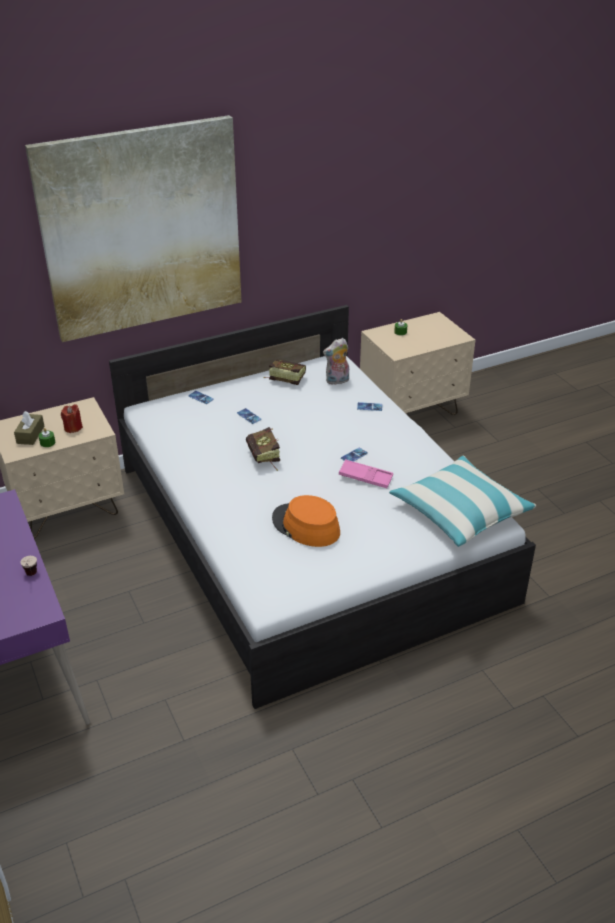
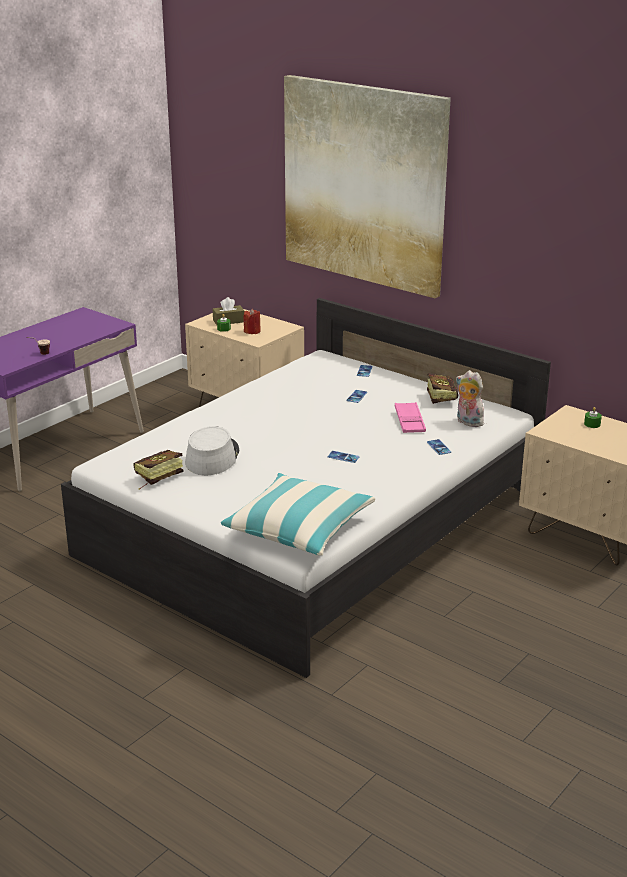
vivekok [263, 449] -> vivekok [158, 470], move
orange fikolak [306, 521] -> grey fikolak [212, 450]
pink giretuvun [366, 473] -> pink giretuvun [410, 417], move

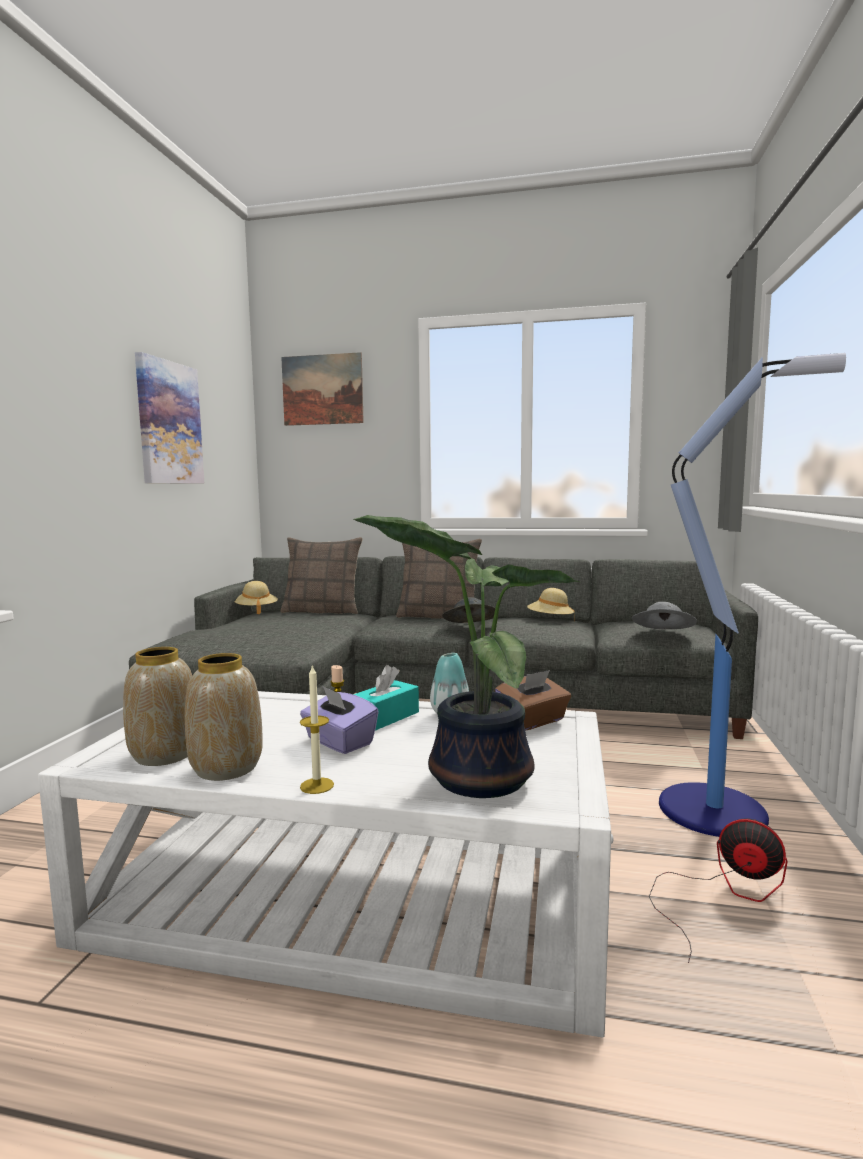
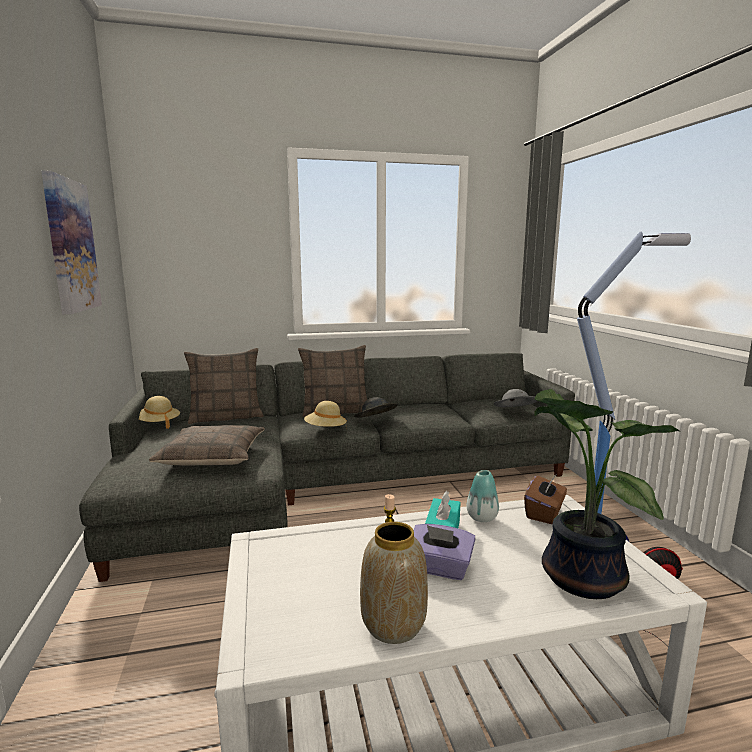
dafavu [157, 706] -> none
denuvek [322, 389] -> none
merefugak [317, 729] -> none
beige fikolak [551, 605] -> beige fikolak [325, 414], move
none -> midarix [207, 445]

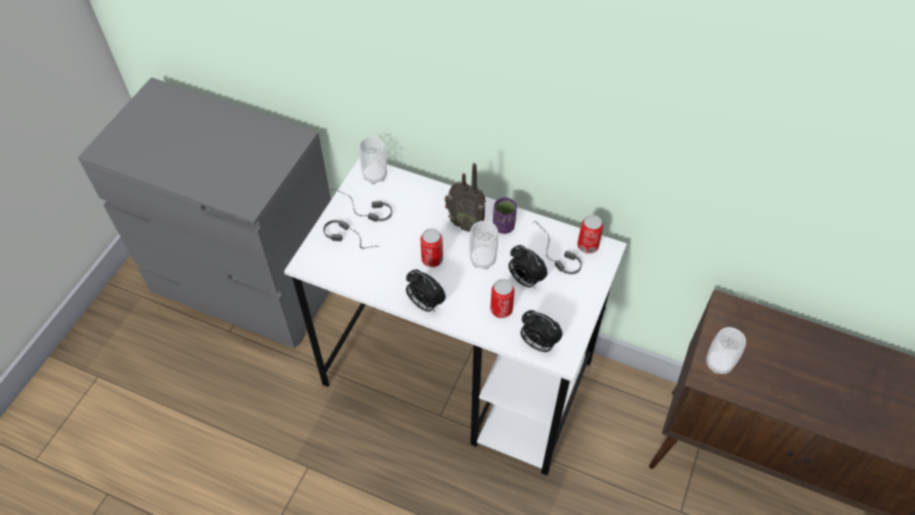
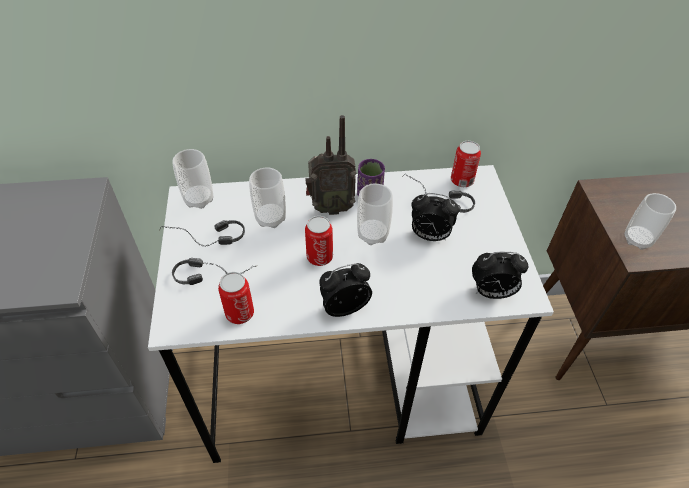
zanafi [426, 290] -> zanafi [345, 290], 150 degrees clockwise
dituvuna [502, 298] -> dituvuna [236, 298], move
none -> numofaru [267, 197]

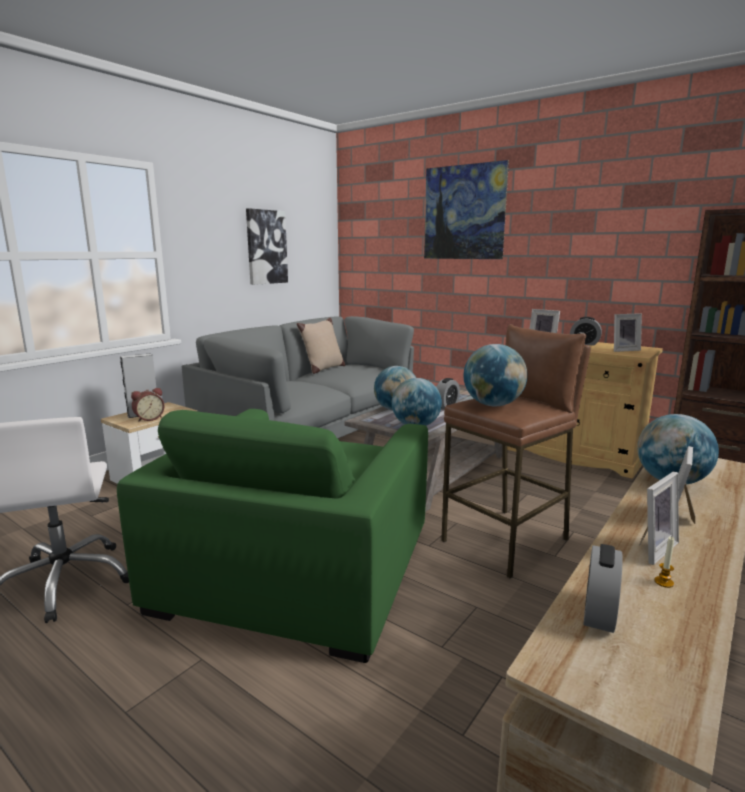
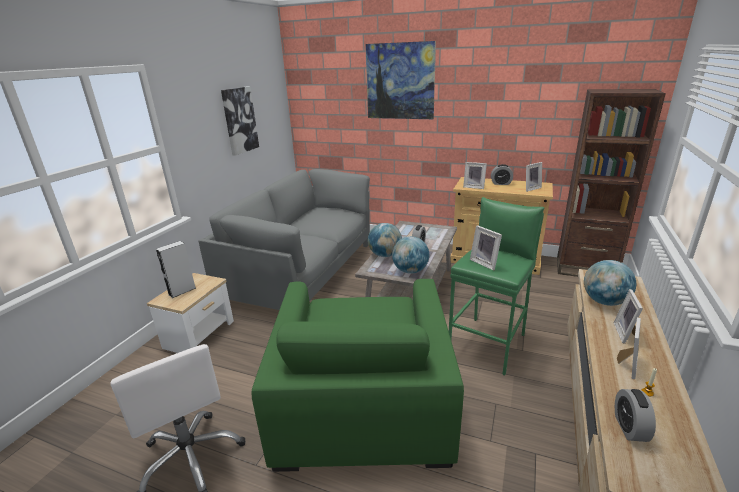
zanafi [148, 405] -> none
beige midarix [321, 346] -> none
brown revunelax [516, 451] -> green revunelax [496, 286]
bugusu [495, 375] -> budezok [486, 248]

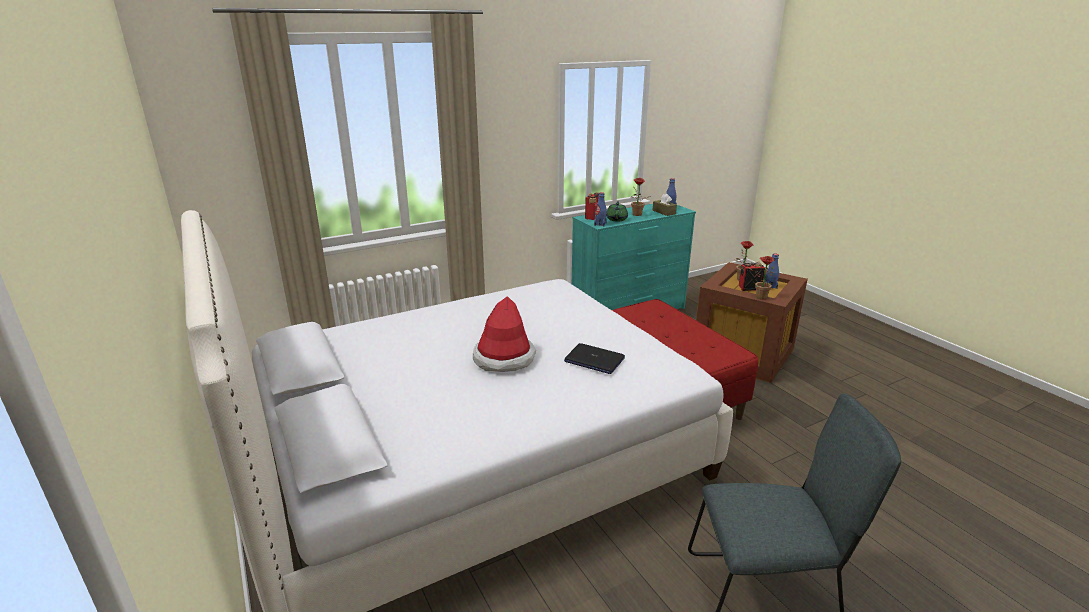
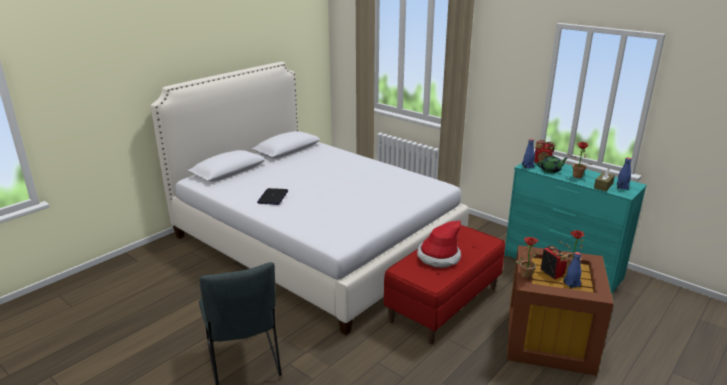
fikolak [504, 334] -> fikolak [439, 244], move
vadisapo [594, 358] -> vadisapo [272, 196], move

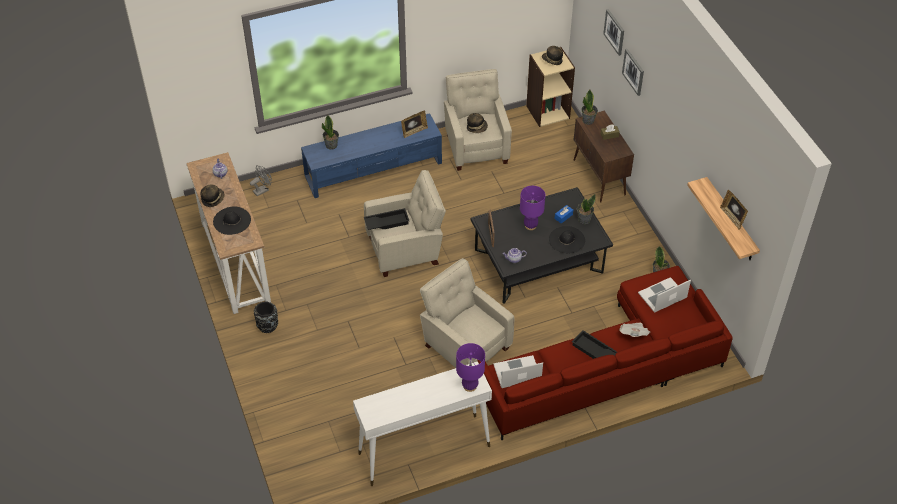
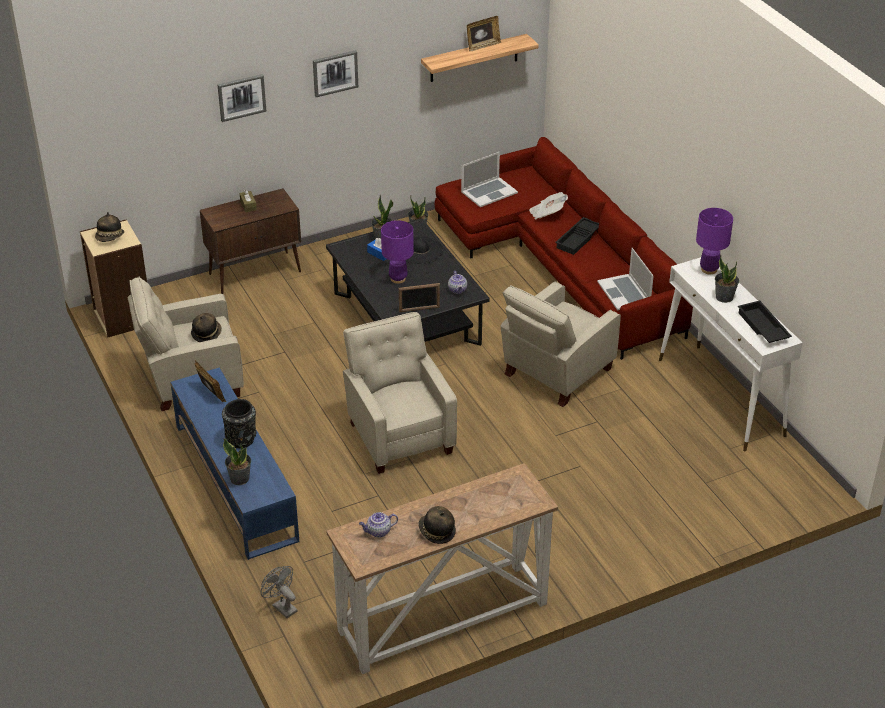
black fikolak [232, 220] -> none
black dafavu [266, 317] -> black dafavu [239, 423], move
black giretuvun [386, 219] -> black giretuvun [765, 322], move
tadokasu [589, 107] -> tadokasu [727, 279], move
denuvek [613, 32] -> denuvek [335, 73], move
vadisapo [664, 295] -> vadisapo [489, 179], 90 degrees counterclockwise

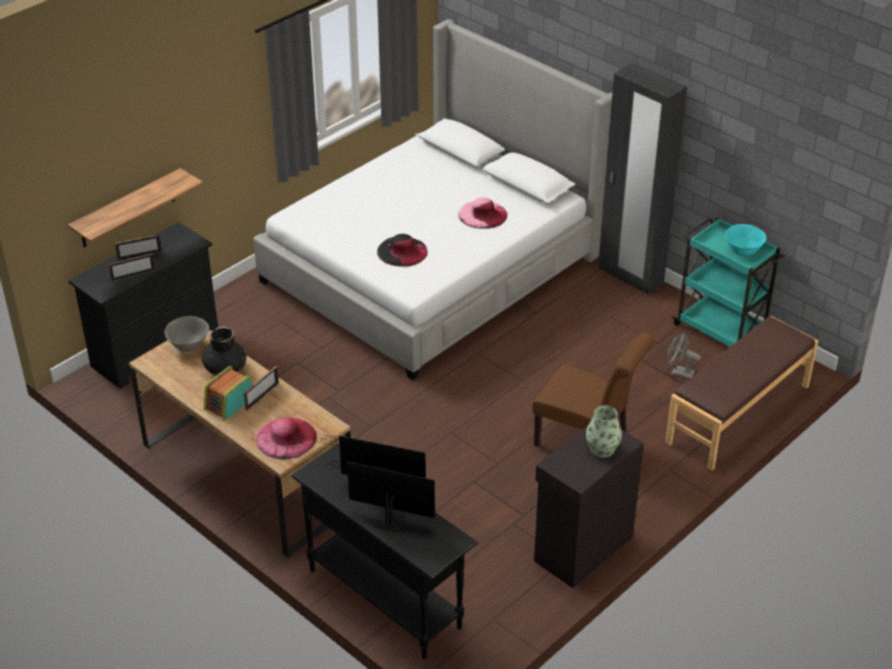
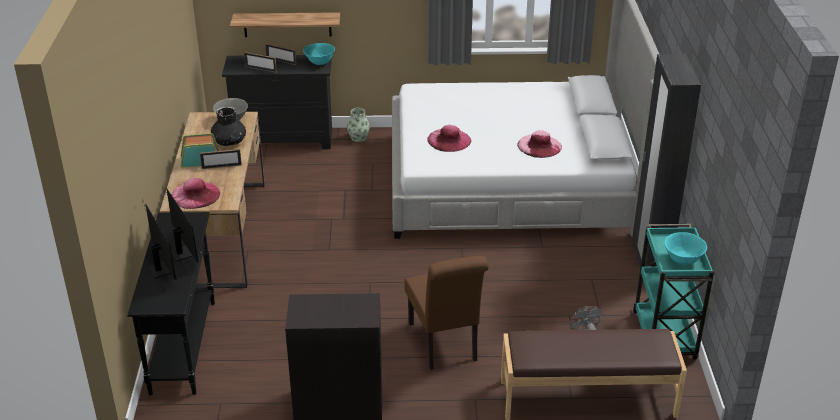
black fikolak [402, 250] -> pink fikolak [449, 138]
dafavu [604, 431] -> dafavu [358, 125], move
none -> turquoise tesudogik [319, 54]

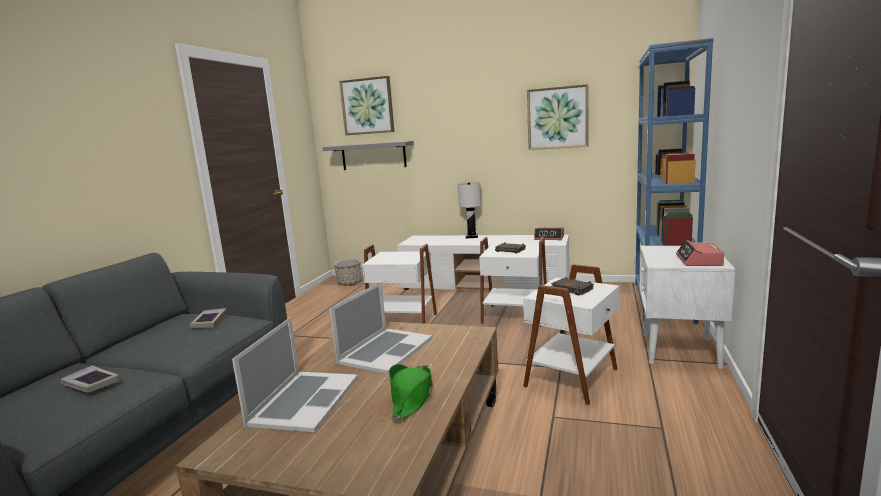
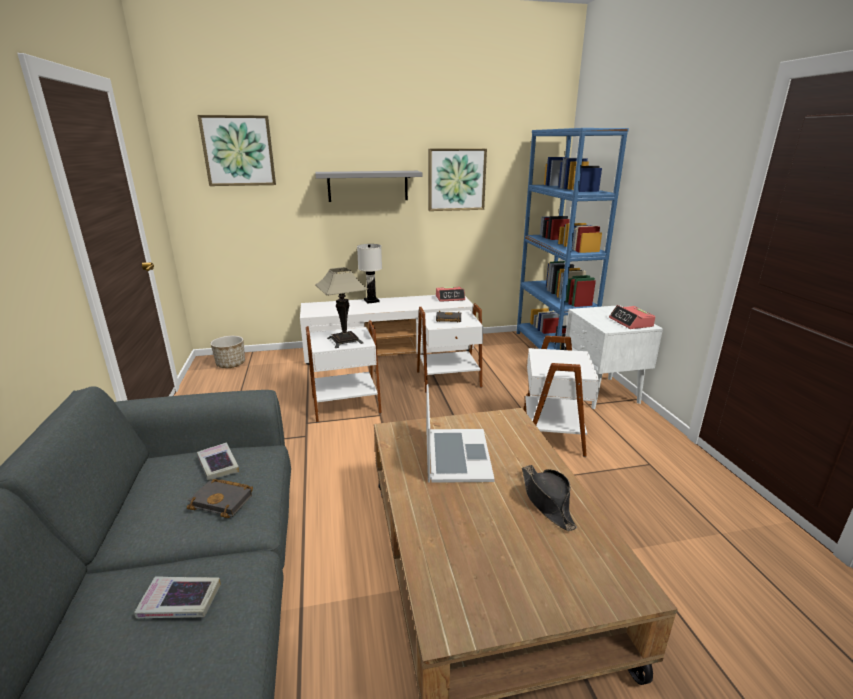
vadisapo [295, 374] -> none
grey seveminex [368, 155] -> grey seveminex [368, 186], move
green fikolak [410, 392] -> black fikolak [549, 498]
black vivekok [572, 286] -> black vivekok [220, 498], move
none -> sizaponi [341, 307]

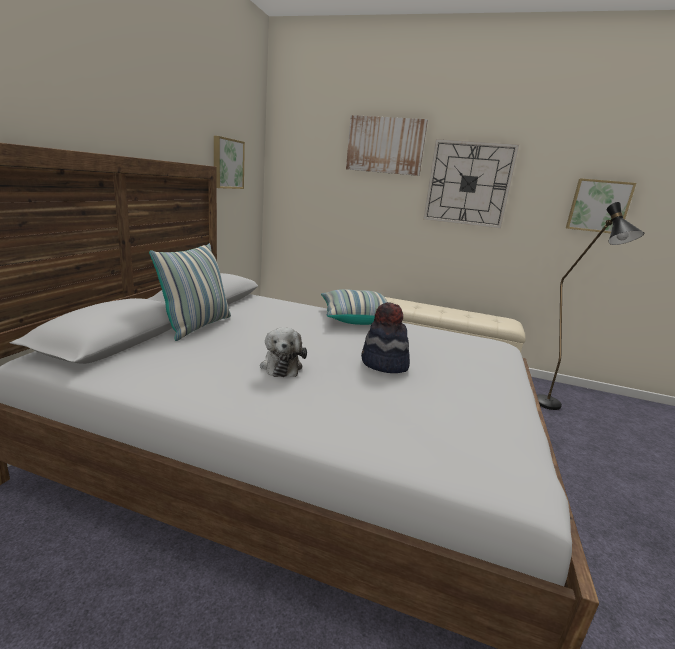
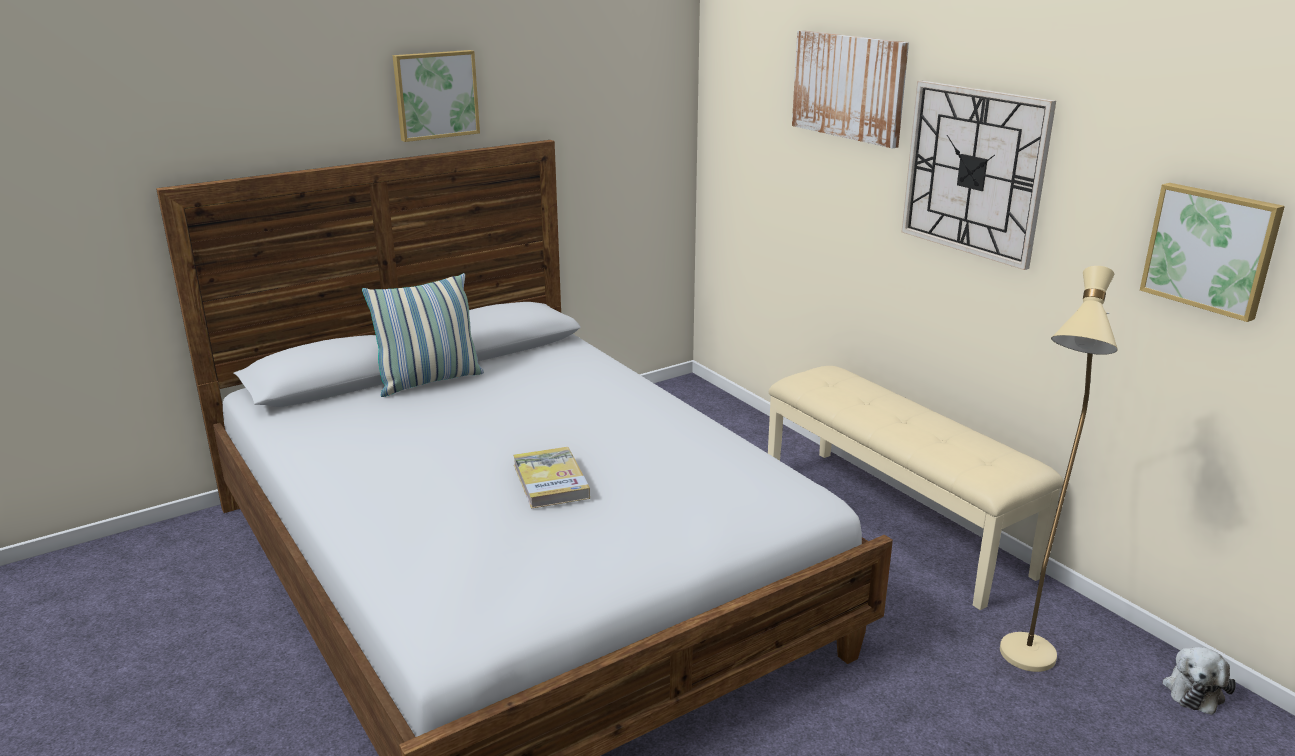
denuvek [229, 162] -> denuvek [436, 96], move
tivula [283, 352] -> tivula [1199, 681], move
midarix [354, 307] -> none
fikolak [385, 337] -> vivekok [551, 478]
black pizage [590, 306] -> beige pizage [1059, 469]

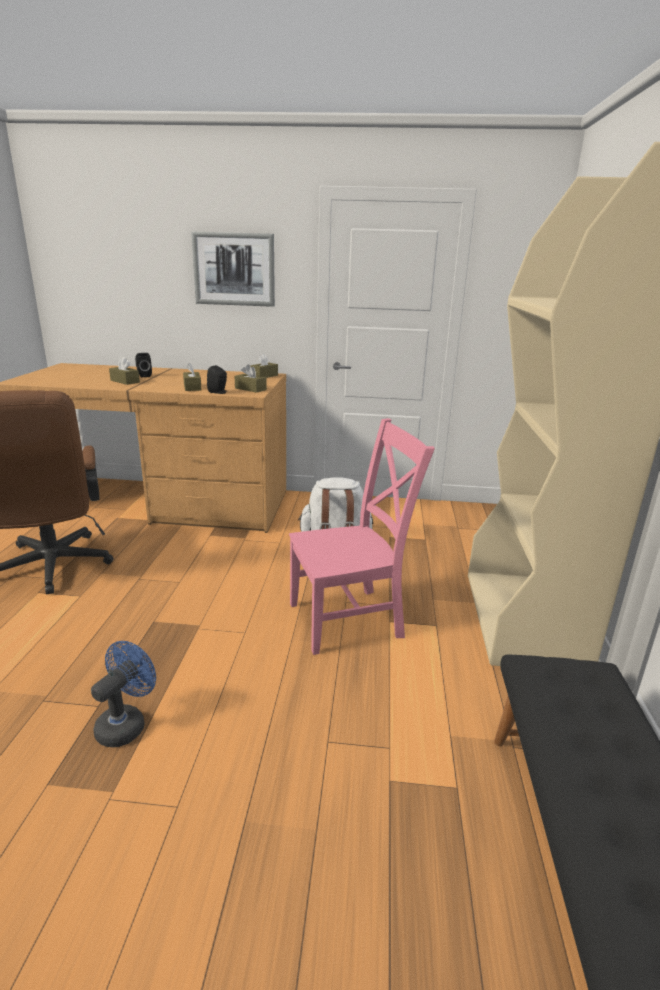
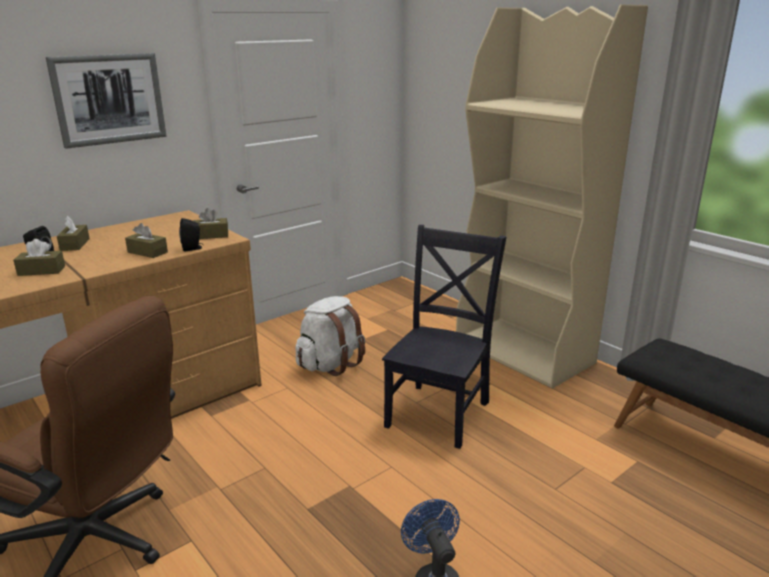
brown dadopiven [264, 365] -> brown dadopiven [73, 233], move
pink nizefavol [362, 536] -> black nizefavol [444, 337]

